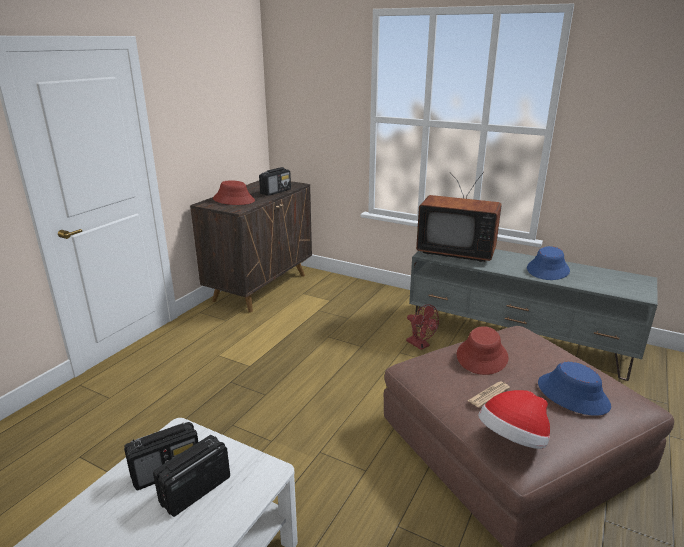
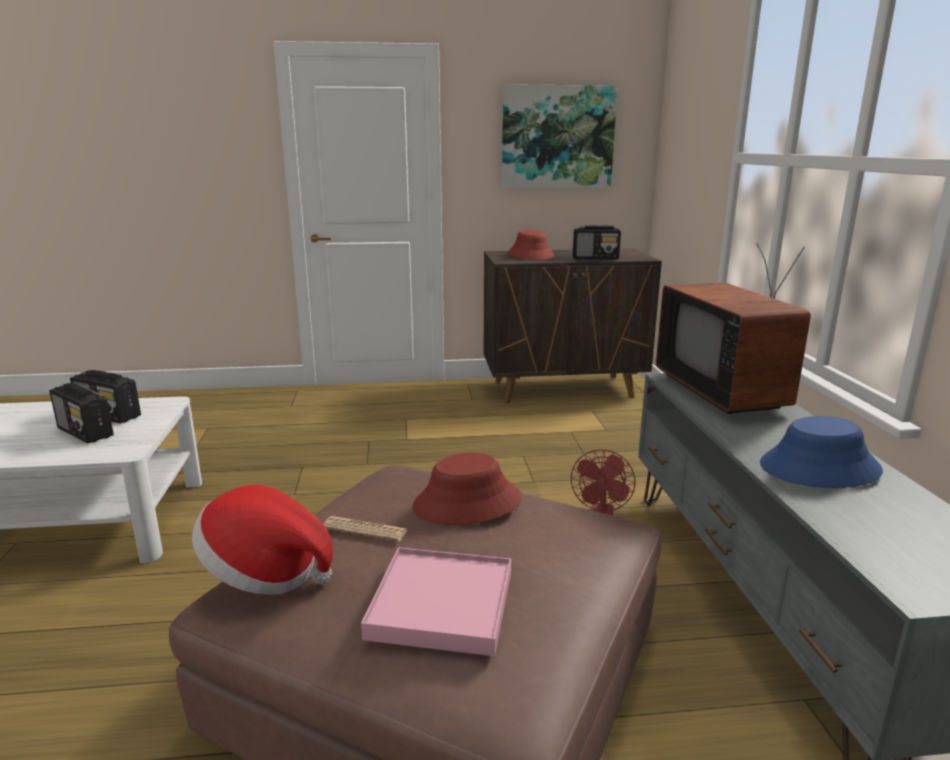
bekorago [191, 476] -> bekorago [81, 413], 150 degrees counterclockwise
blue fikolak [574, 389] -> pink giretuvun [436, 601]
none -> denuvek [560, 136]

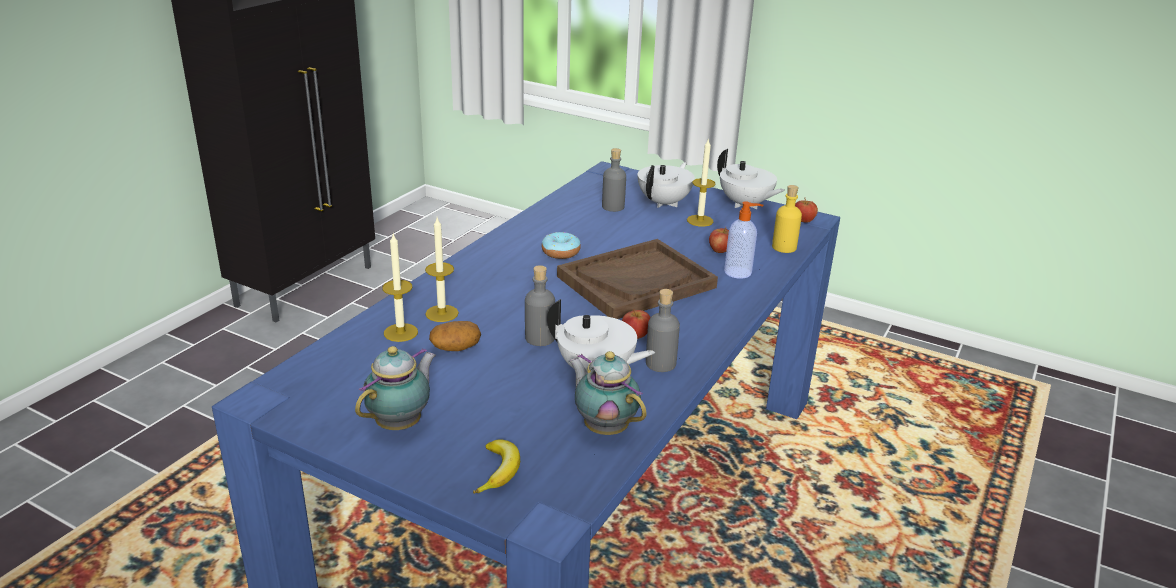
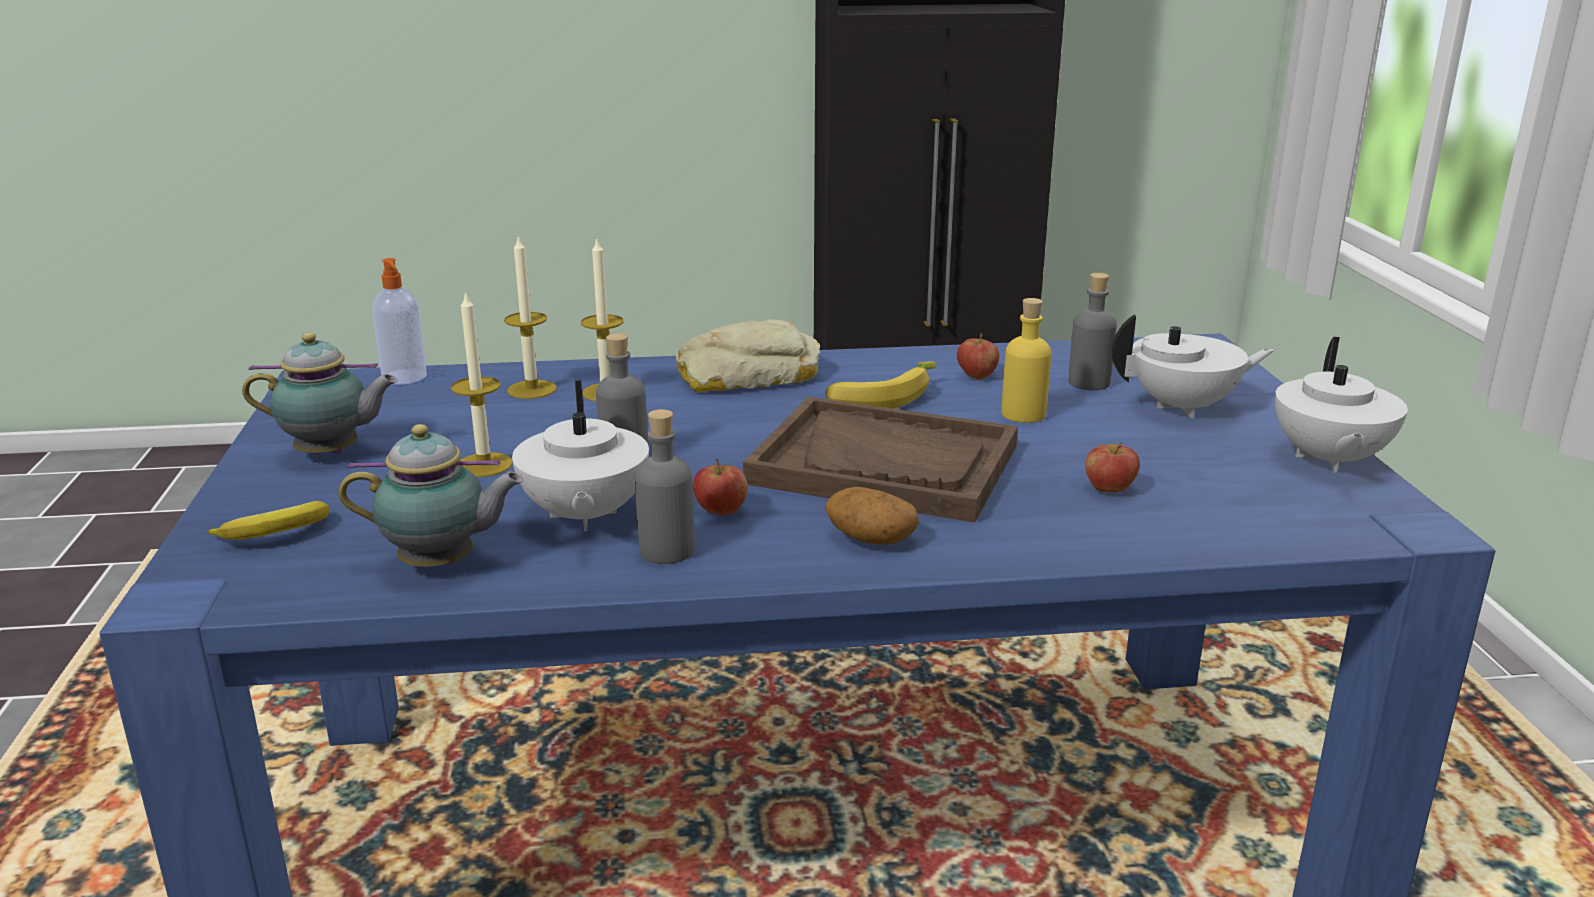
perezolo [455, 336] -> perezolo [872, 516], move
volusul [561, 245] -> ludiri [880, 385]
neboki [607, 393] -> neboki [430, 495], 75 degrees clockwise
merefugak [701, 182] -> merefugak [482, 384], move
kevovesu [744, 240] -> kevovesu [399, 321], move
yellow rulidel [787, 219] -> yellow rulidel [1026, 360], move
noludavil [806, 211] -> noludavil [978, 356], move
none -> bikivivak [748, 356]

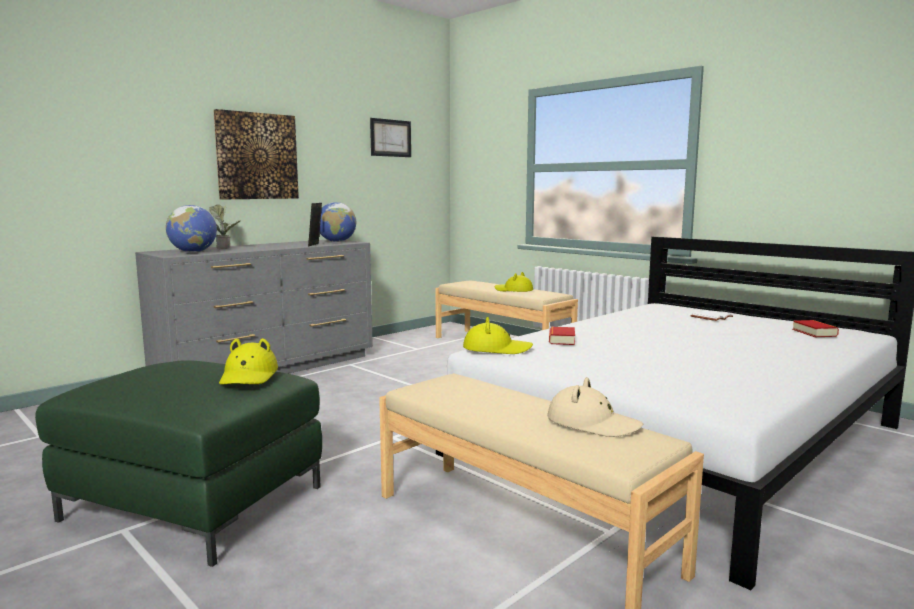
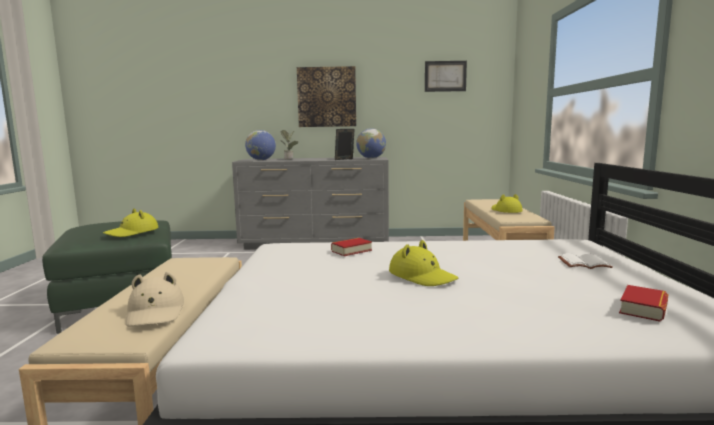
yellow fikolak [498, 335] -> yellow fikolak [423, 263], move

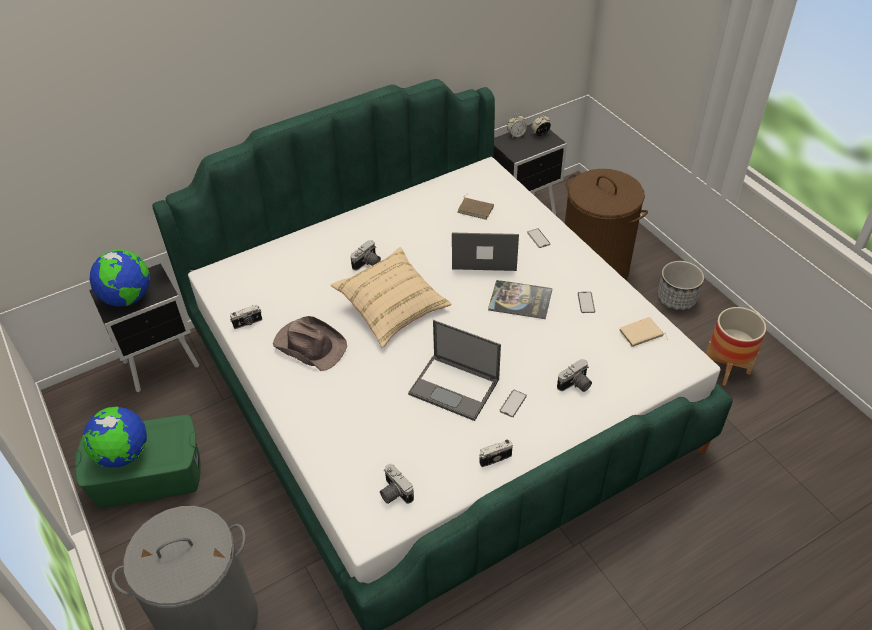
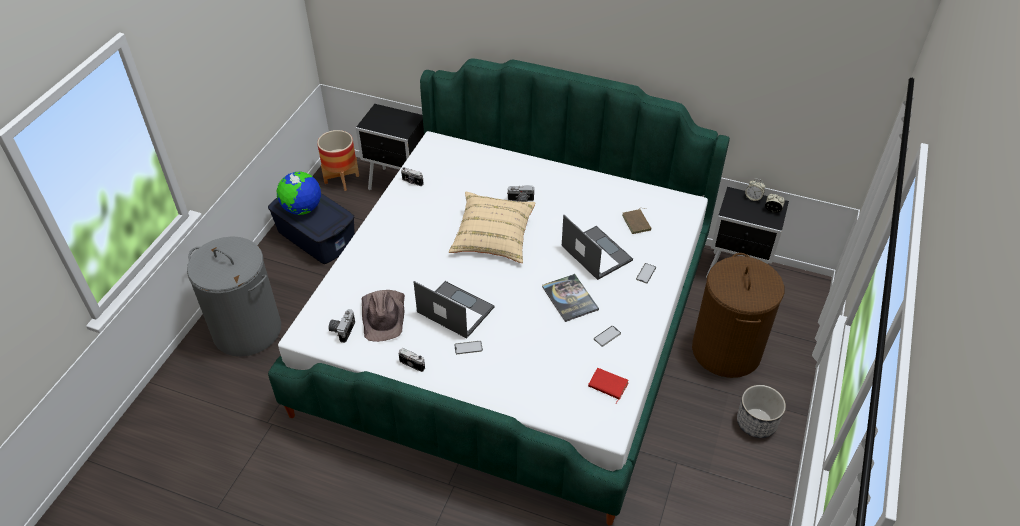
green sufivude [138, 461] -> blue sufivude [311, 228]
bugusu [120, 278] -> none
brown fikolak [310, 343] -> brown fikolak [383, 316], move
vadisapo [454, 370] -> vadisapo [454, 309], 135 degrees clockwise
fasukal [574, 375] -> none
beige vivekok [643, 332] -> red vivekok [608, 385]
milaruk [736, 346] -> milaruk [338, 160], move

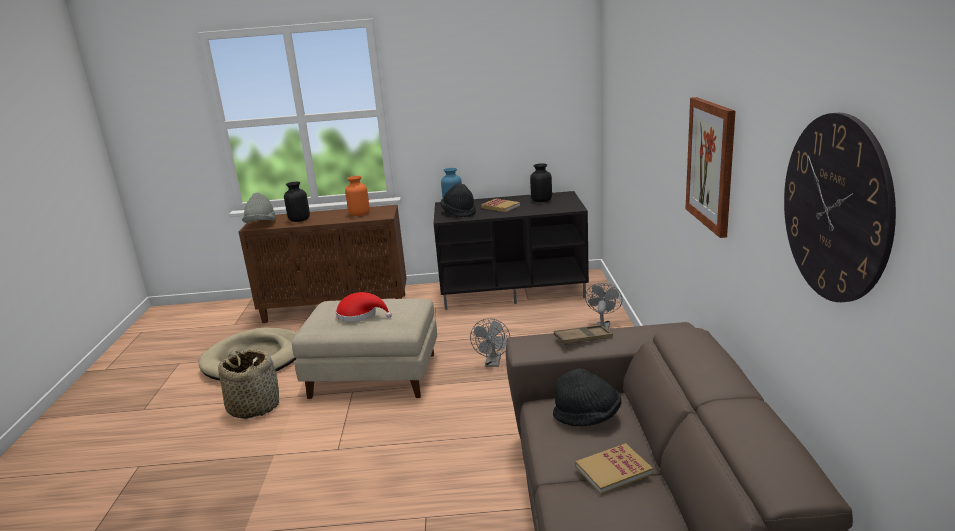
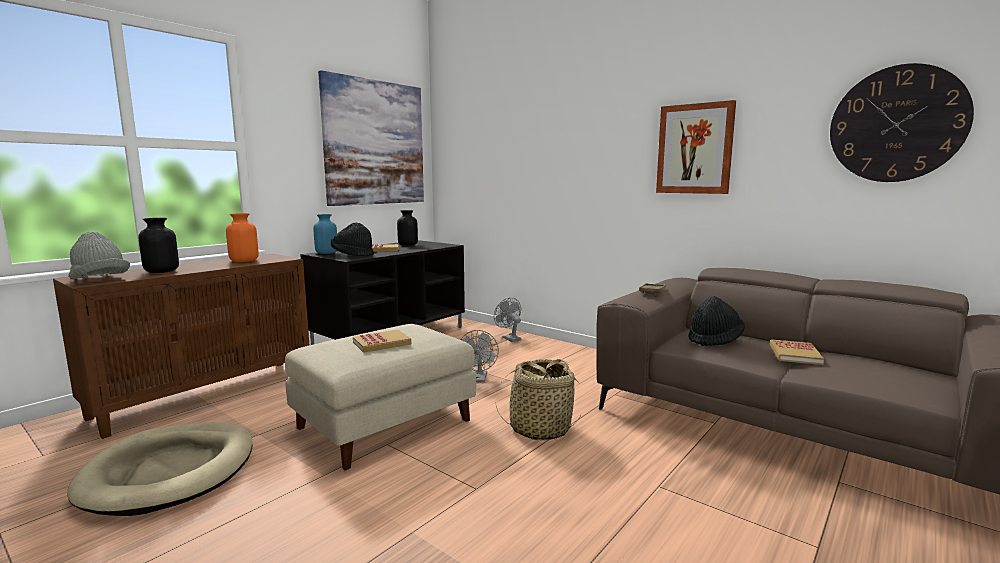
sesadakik [248, 384] -> sesadakik [537, 399], move
red fikolak [364, 307] -> vivekok [382, 341]
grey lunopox [490, 342] -> grey lunopox [480, 356], 45 degrees clockwise
none -> denuvek [371, 138]

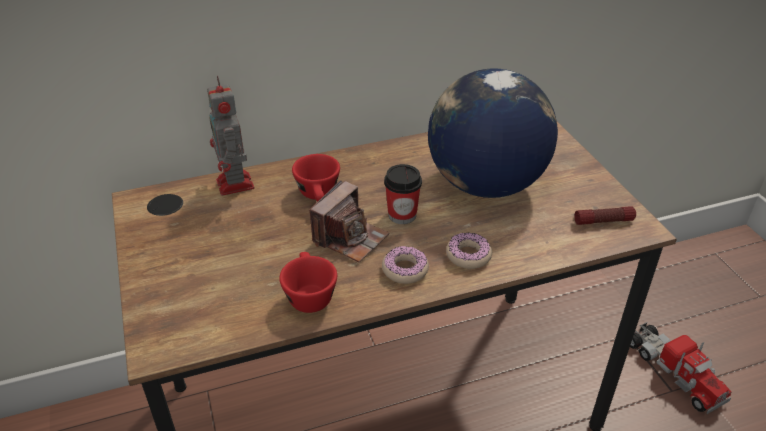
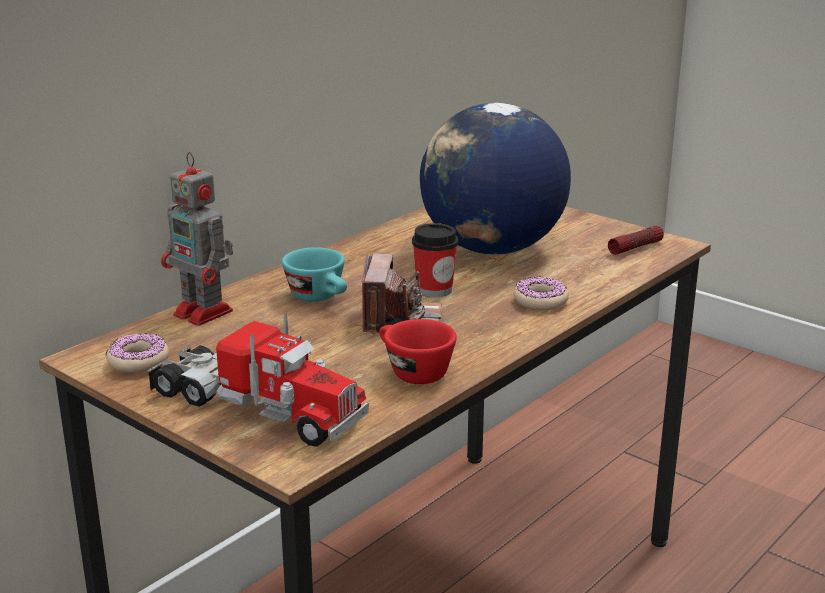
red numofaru [316, 178] -> turquoise numofaru [314, 274]
volusul [405, 265] -> volusul [137, 353], move
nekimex [680, 368] -> nekimex [258, 380], move

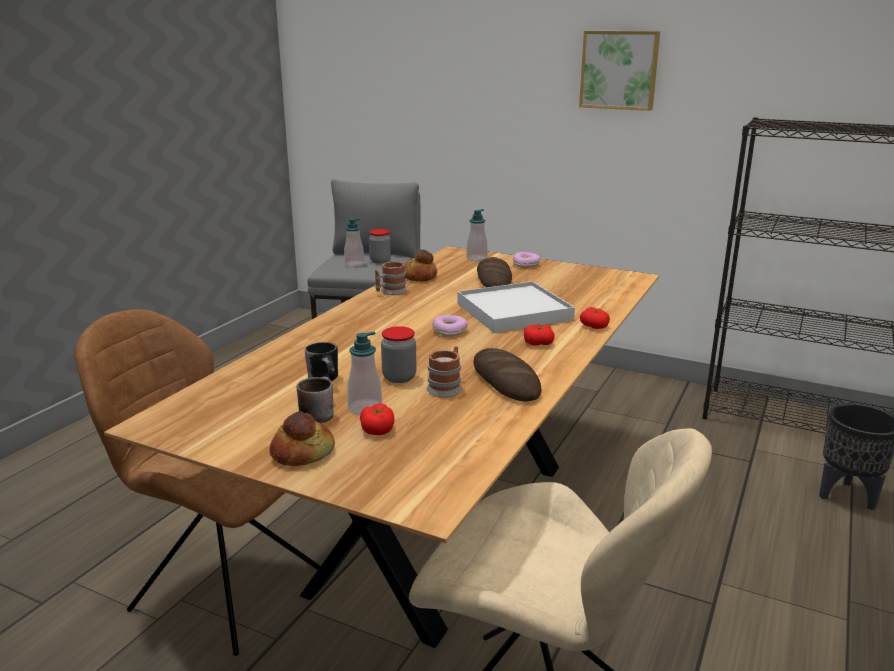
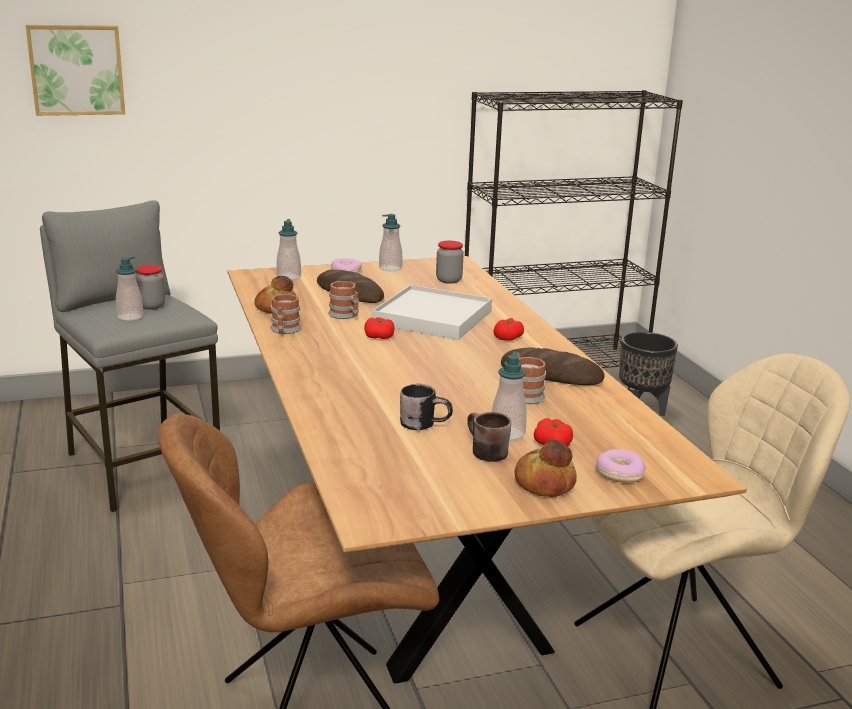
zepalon [398, 354] -> zepalon [450, 262], move
volusul [450, 326] -> volusul [621, 466], move
denuvek [619, 71] -> denuvek [75, 70], move
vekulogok [595, 318] -> vekulogok [379, 328], move
none -> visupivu [343, 300]
none -> kevovesu [391, 242]

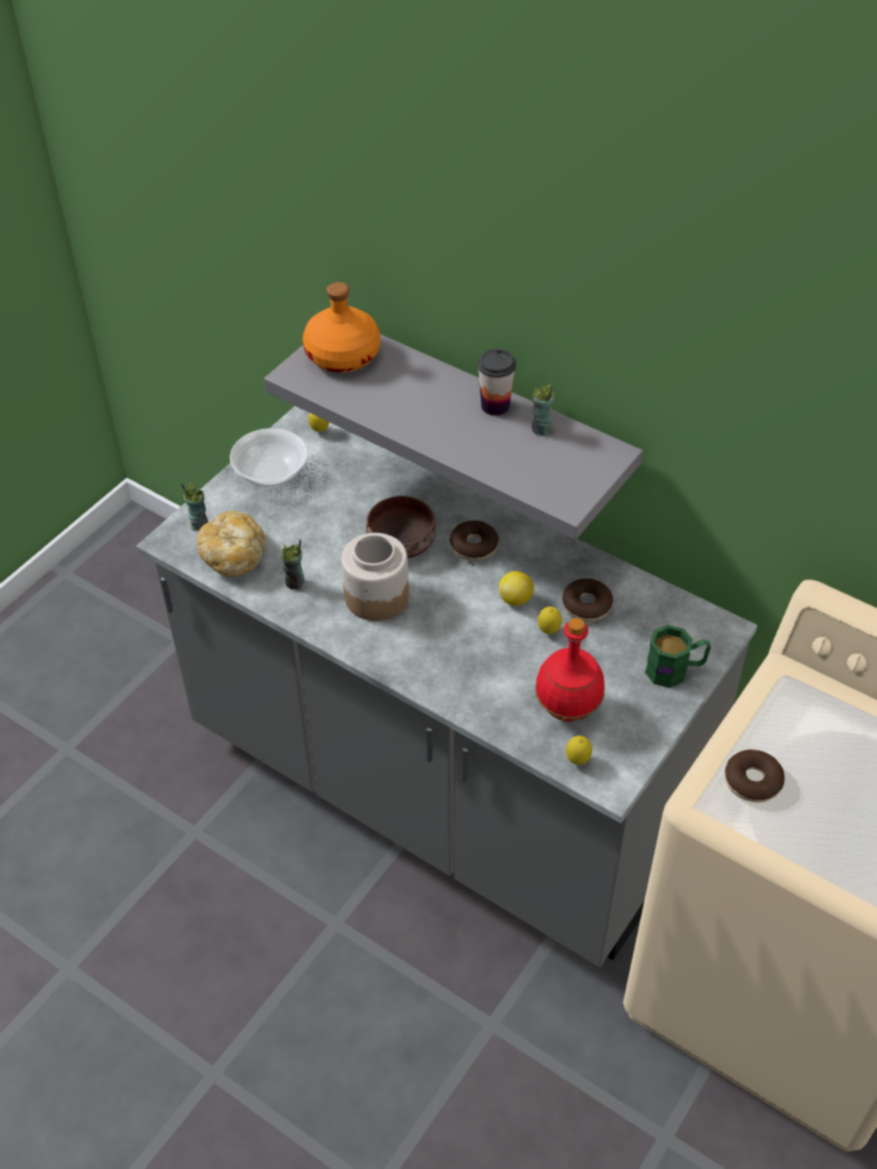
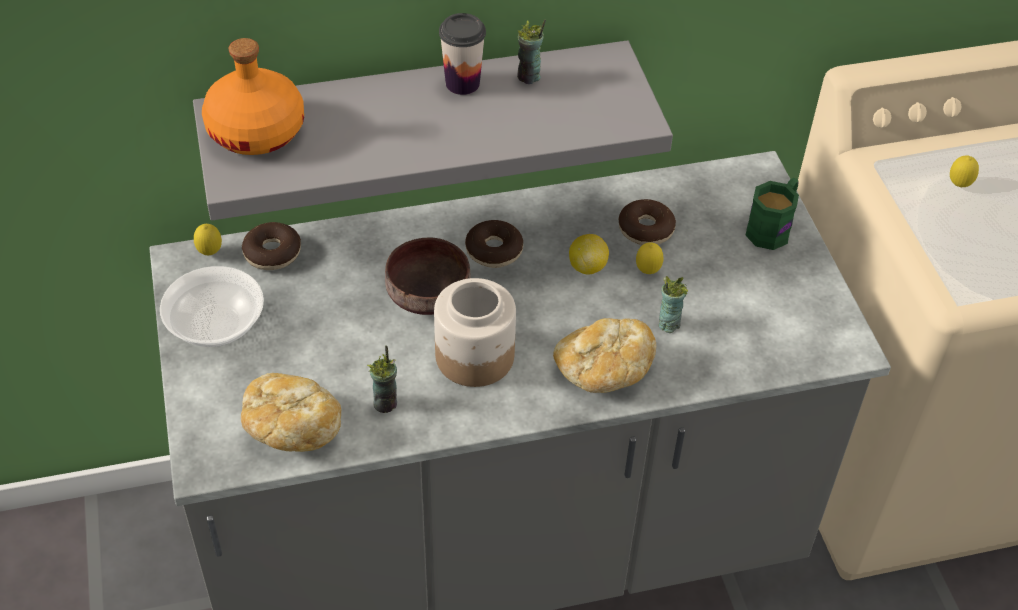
numofaru [194, 507] -> numofaru [673, 304], move
red rulidel [570, 670] -> none
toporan [579, 750] -> toporan [964, 171], move
volusul [755, 776] -> volusul [271, 246], move
none -> bikivivak [604, 355]

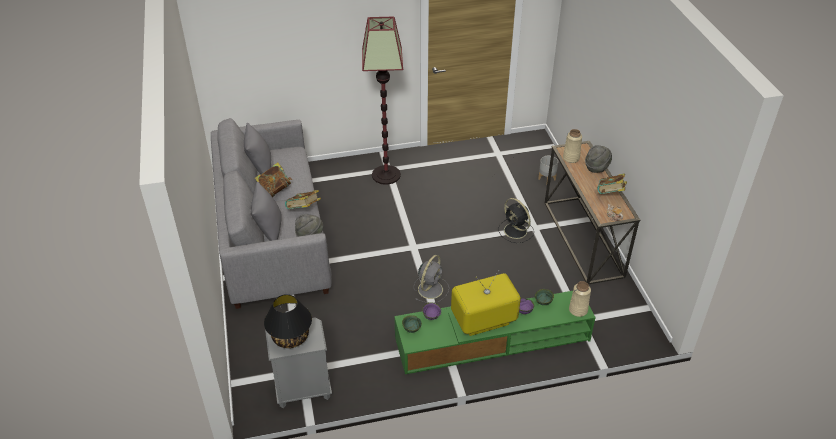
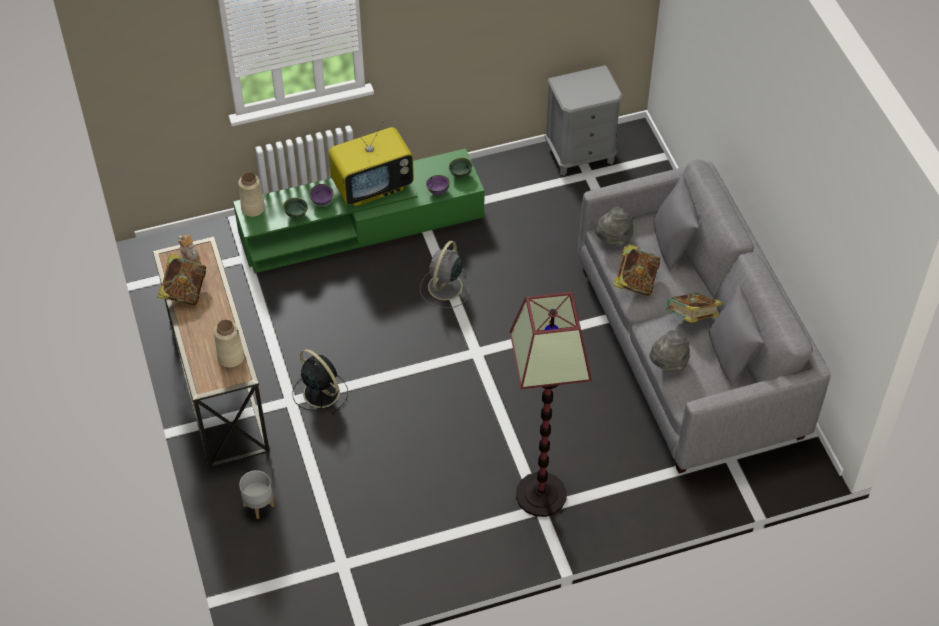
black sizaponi [288, 321] -> none
grey fikolak [598, 159] -> grey fikolak [669, 350], move

